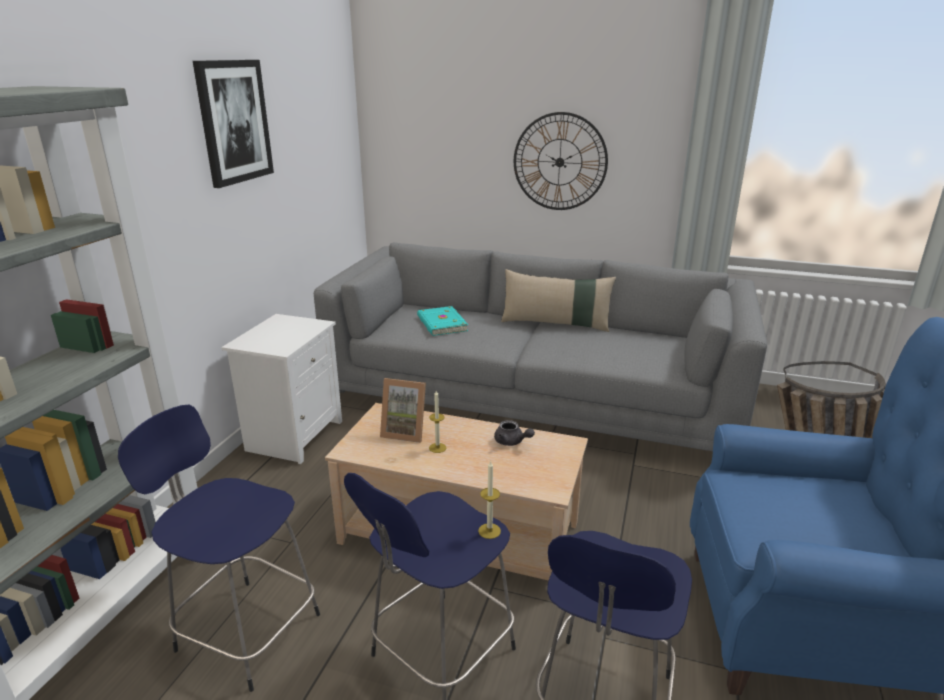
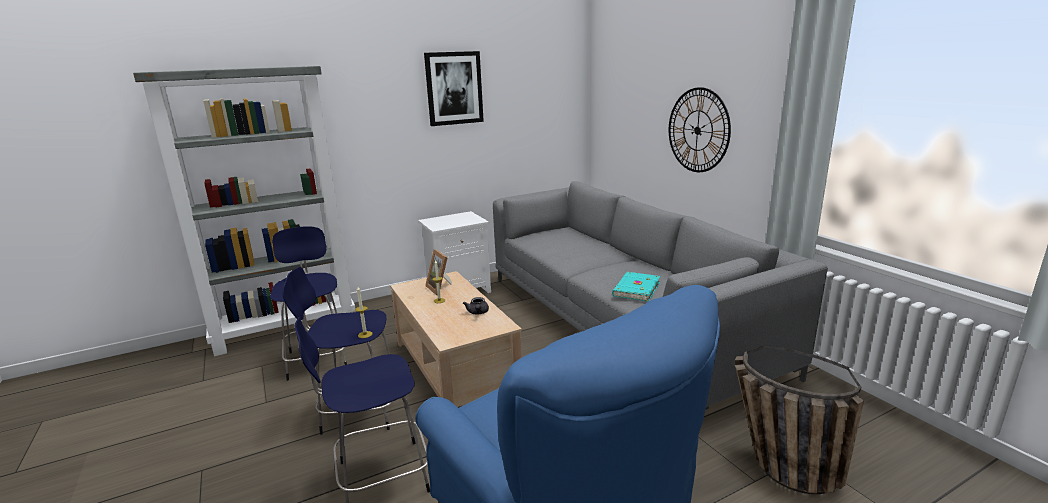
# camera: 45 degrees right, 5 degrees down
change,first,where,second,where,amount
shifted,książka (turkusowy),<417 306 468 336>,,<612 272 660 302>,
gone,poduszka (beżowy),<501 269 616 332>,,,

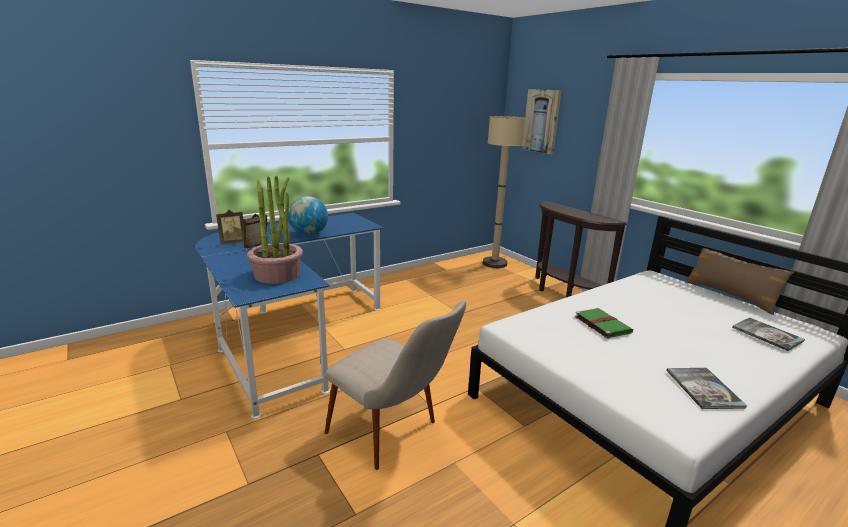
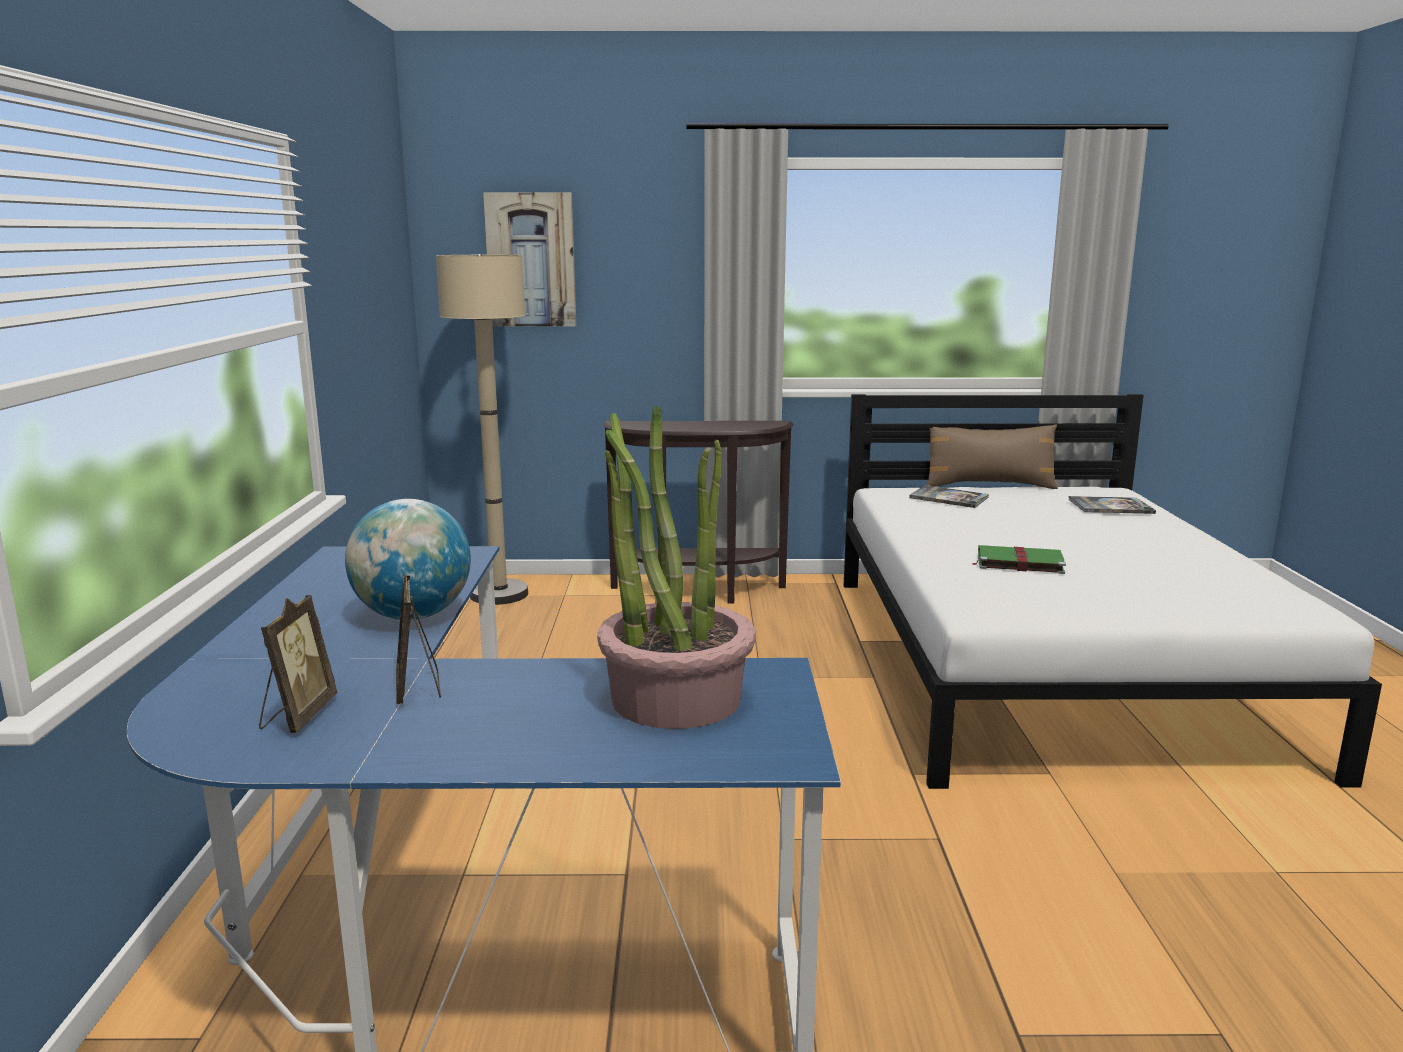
# camera: 55 degrees left, 5 degrees down
change,first,where,second,where,amount
gone,krzesło (beżowy),<325 300 466 470>,,,
shifted,książka,<666 368 747 409>,,<909 485 989 508>,

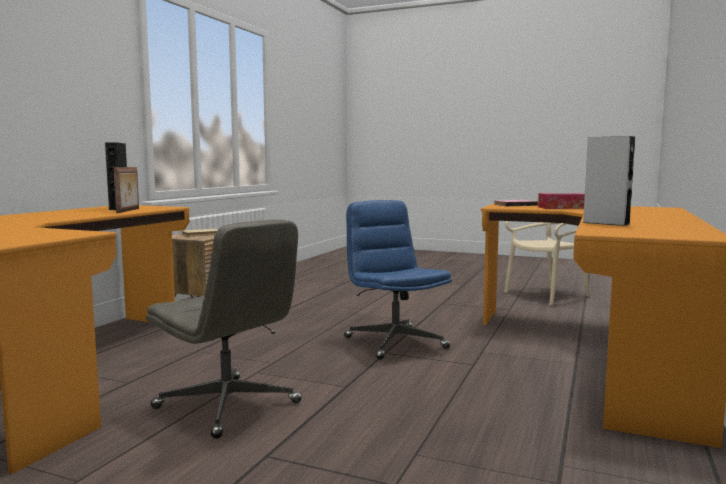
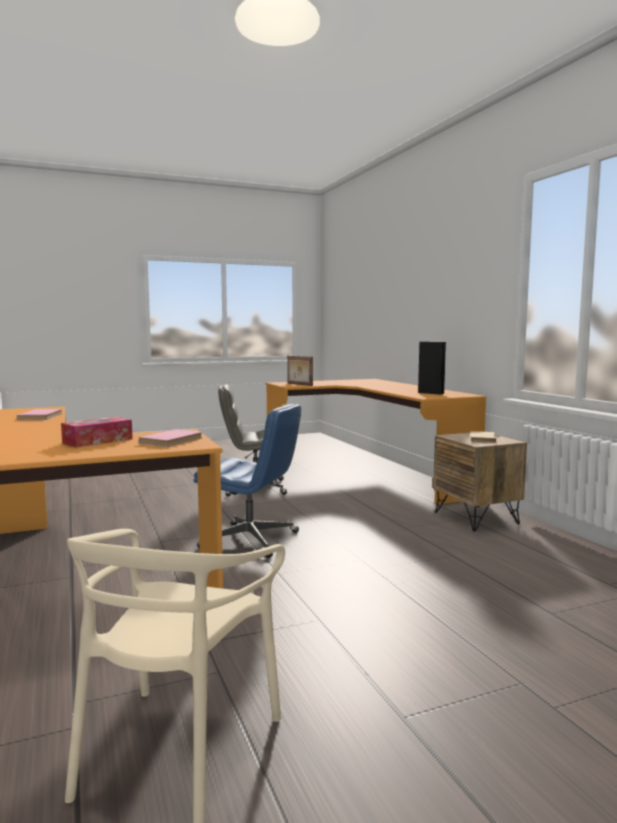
# camera: 135 degrees right, 0 degrees up
change,first,where,second,where,amount
shifted,ramka na zdjęcie,<114 167 139 213>,,<287 356 313 386>,
swapped,głośnik (szary),<583 136 635 226>,książka (różowy),<17 409 62 420>,

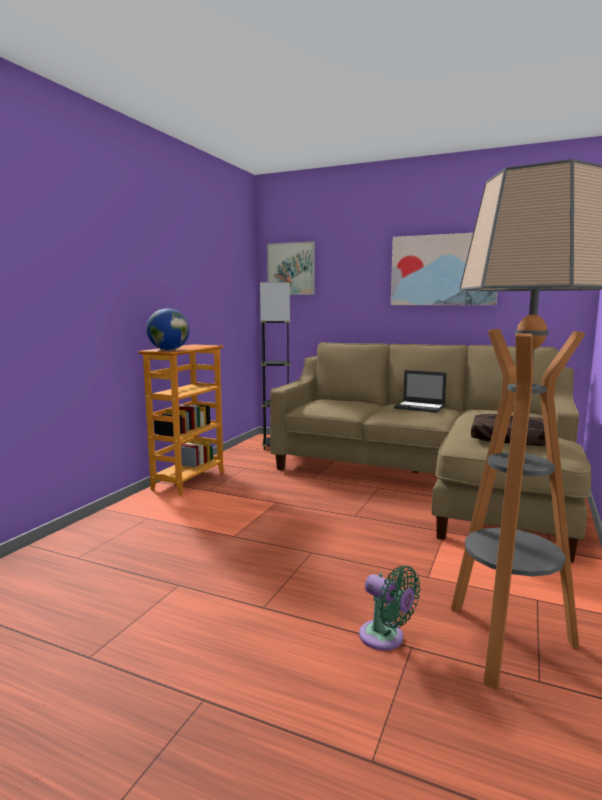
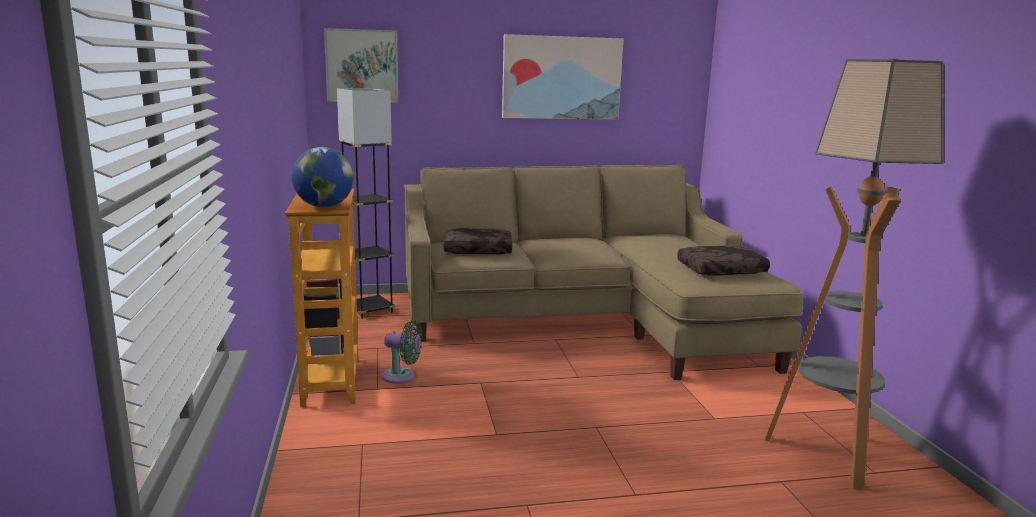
# camera: 35 degrees left, 5 degrees up
change,first,where,second,where,amount
shifted,wentylator (zielony),<359 566 420 651>,,<382 321 422 383>,
gone,laptop,<394 370 446 413>,,,
new,,,poduszka (brązowy),<444 228 512 255>,

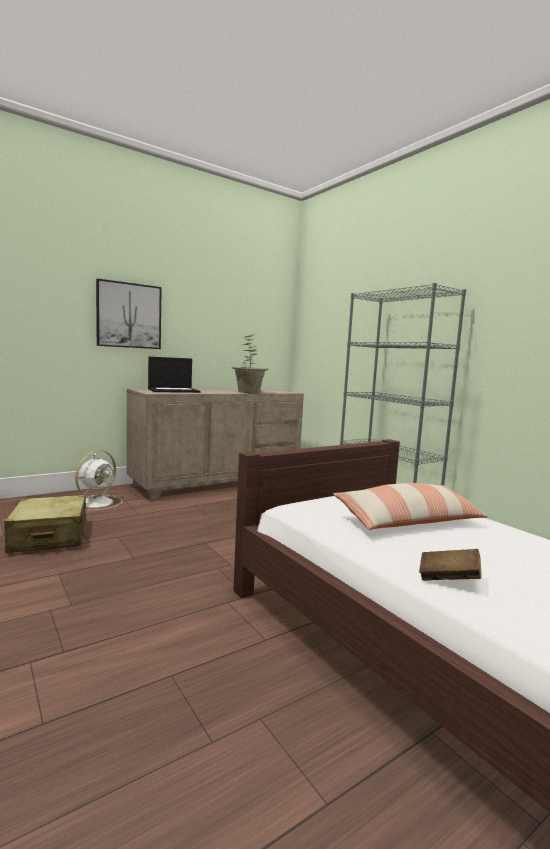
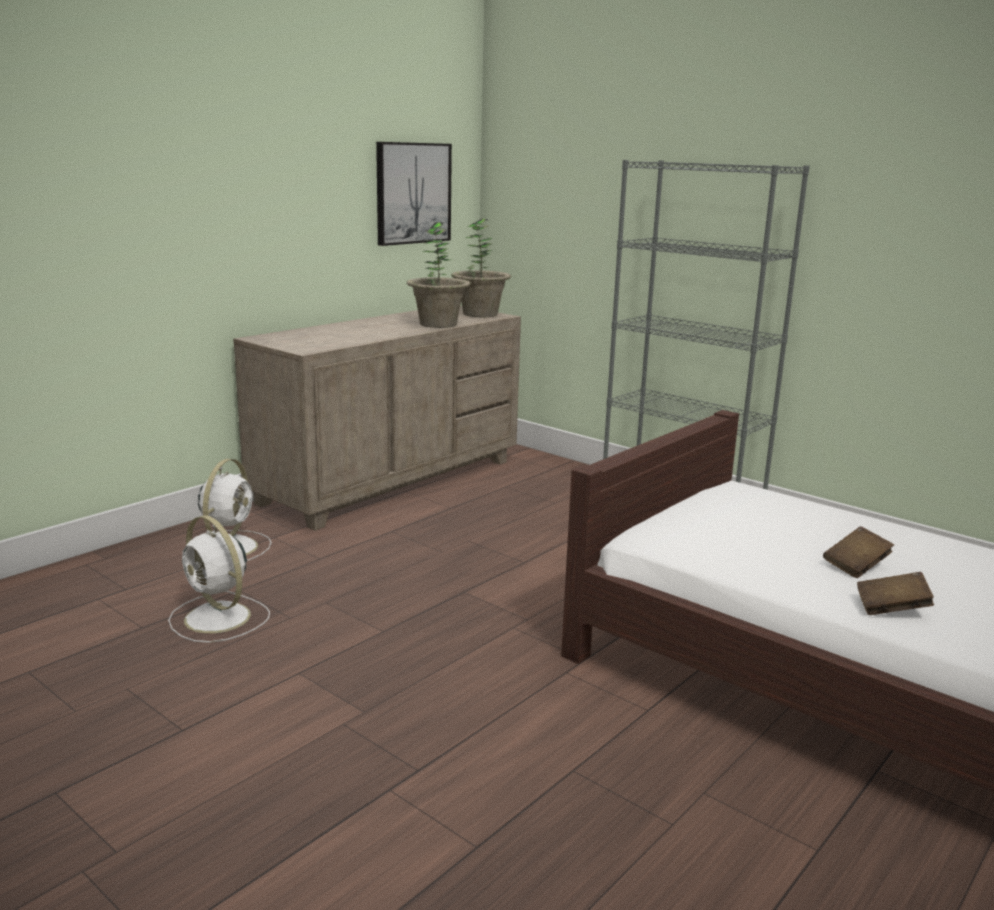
# camera: 15 degrees left, 10 degrees up
change,first,where,second,where,amount
swapped,walizka (beżowy),<4 495 86 553>,wentylator (biały),<168 515 270 643>,
shifted,obraz,<96 279 162 349>,,<376 142 452 246>,
gone,laptop,<148 357 201 393>,,,
gone,poduszka,<333 483 488 530>,,,
new,,,roślina doniczkowa,<451 219 511 317>,
new,,,książka (brązowy),<823 526 894 578>,

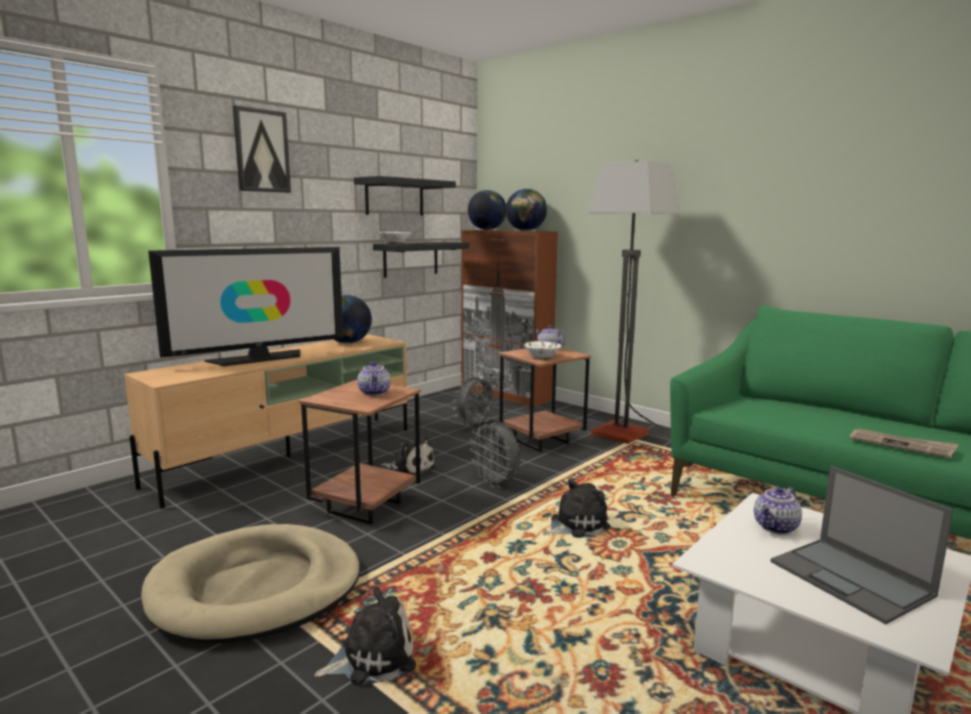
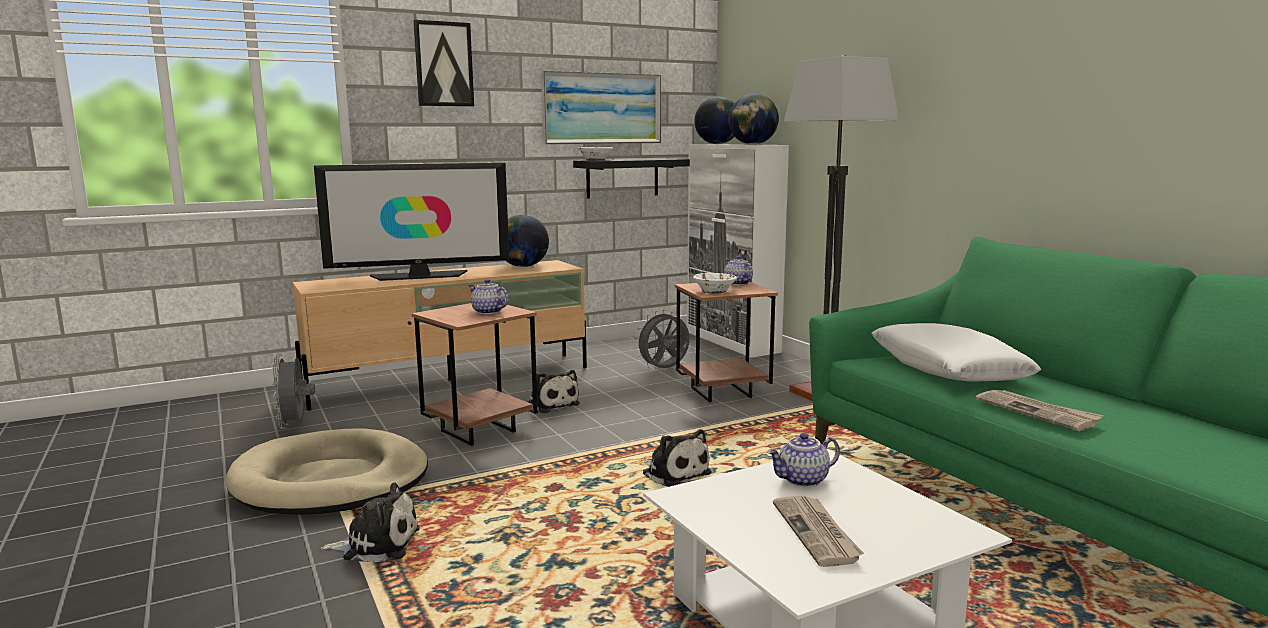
# camera: 20 degrees right, 0 degrees up
change,first,where,second,where,amount
swapped,półka (czarny),<354 176 456 216>,obraz,<541 71 661 144>,
rotated,imbryk,<357 362 391 396>,,<468 279 509 314>,120 degrees clockwise
repainted,szafka (brązowy),<461 230 558 407>,szafka (biały),<687 144 789 358>,
shifted,wentylator (szary),<470 420 520 487>,,<272 354 315 429>,
rotated,pluszak,<546 479 611 538>,,<642 429 712 487>,60 degrees clockwise
swapped,laptop,<770 466 954 624>,gazeta,<773 496 864 567>,
new,,,poduszka (biały),<871 323 1041 382>,

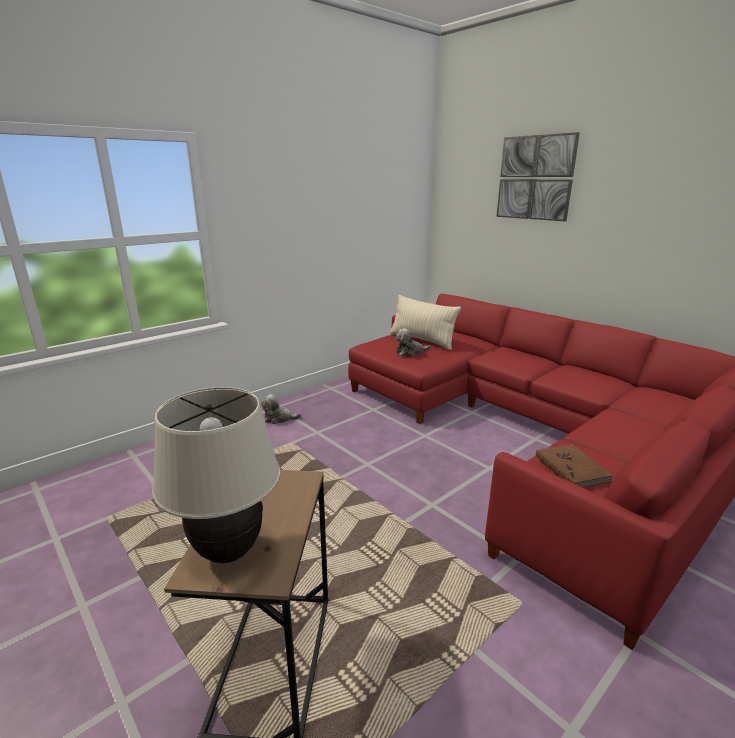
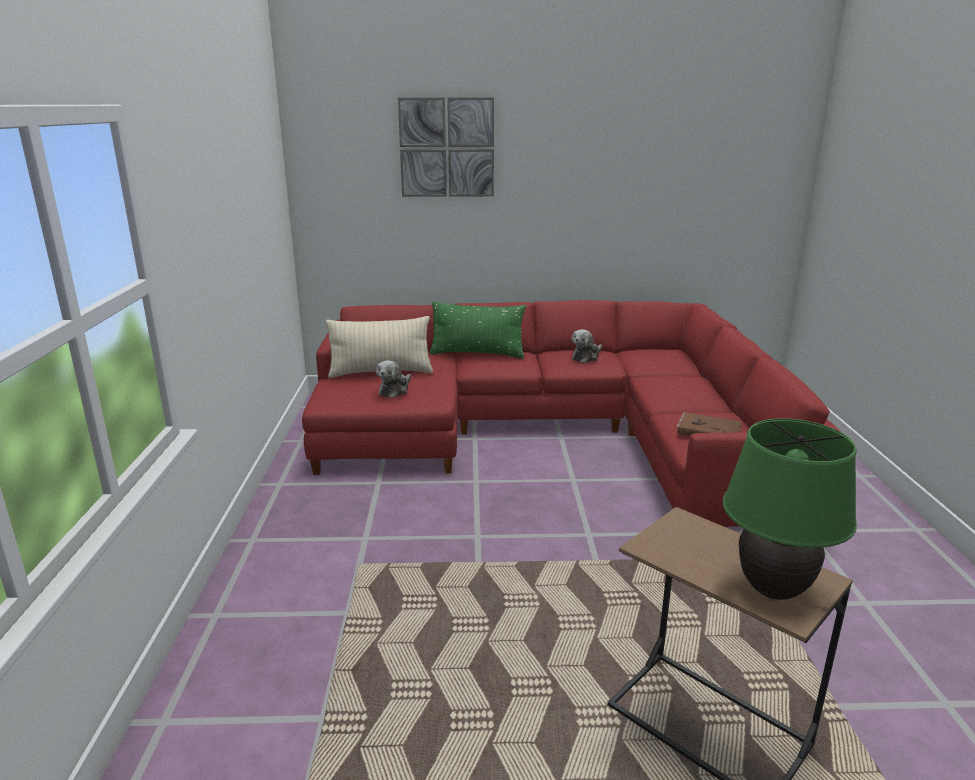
# camera: 50 degrees left, 0 degrees up
change,first,where,second,where,amount
repainted,lampa stołowa (beżowy),<152 387 280 563>,lampa stołowa (zielony),<723 418 857 600>,
shifted,pluszak,<261 394 301 424>,,<571 329 603 363>,
new,,,poduszka (zielony),<429 302 526 359>,

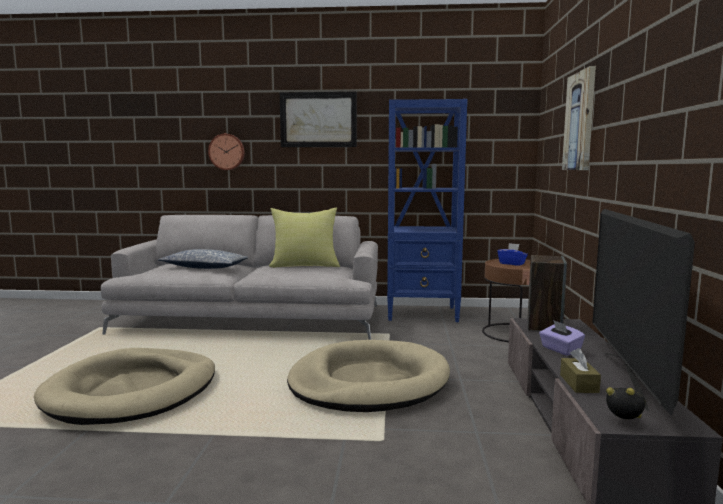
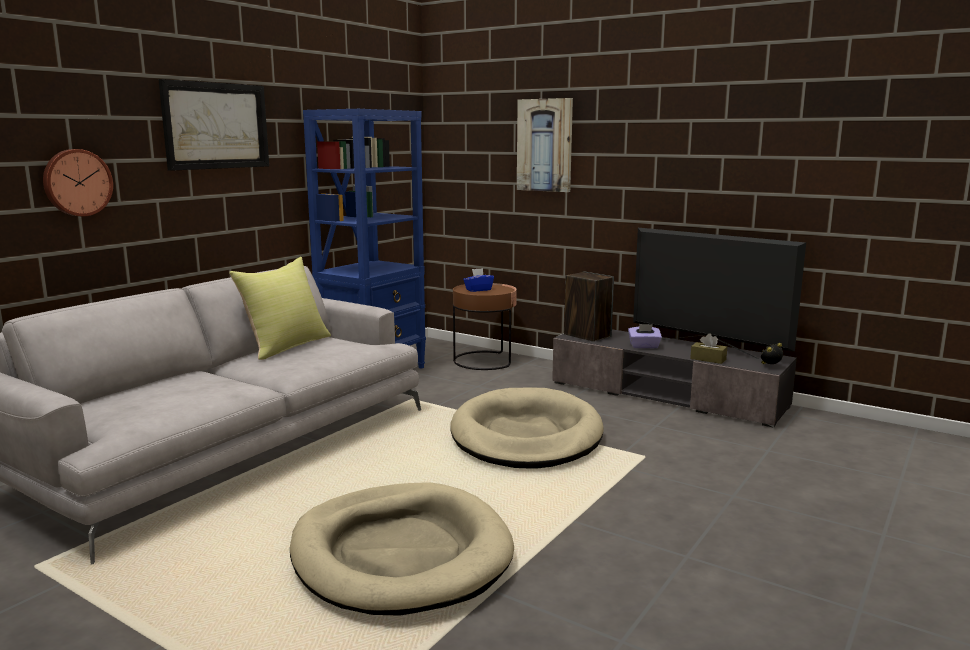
# camera: 60 degrees left, 5 degrees up
change,first,where,second,where,amount
gone,poduszka,<158 249 249 269>,,,

